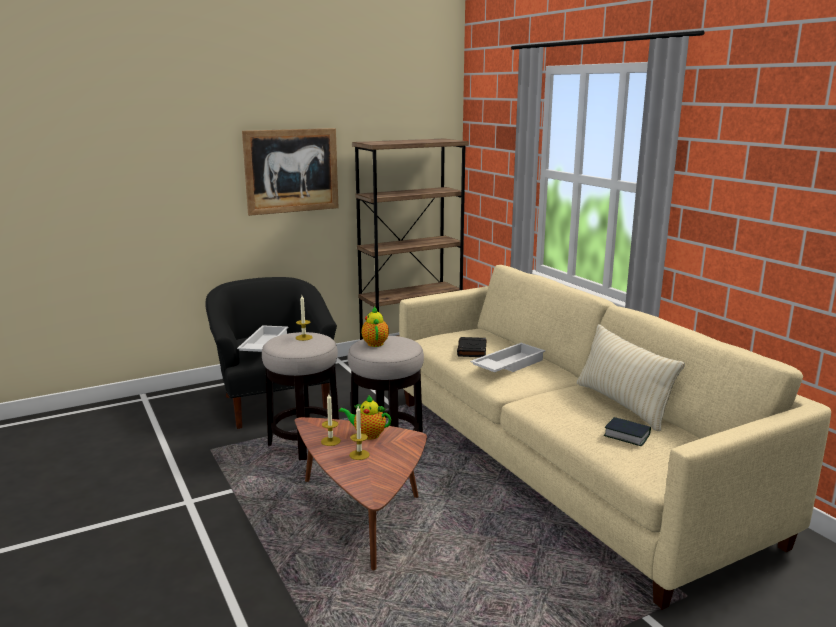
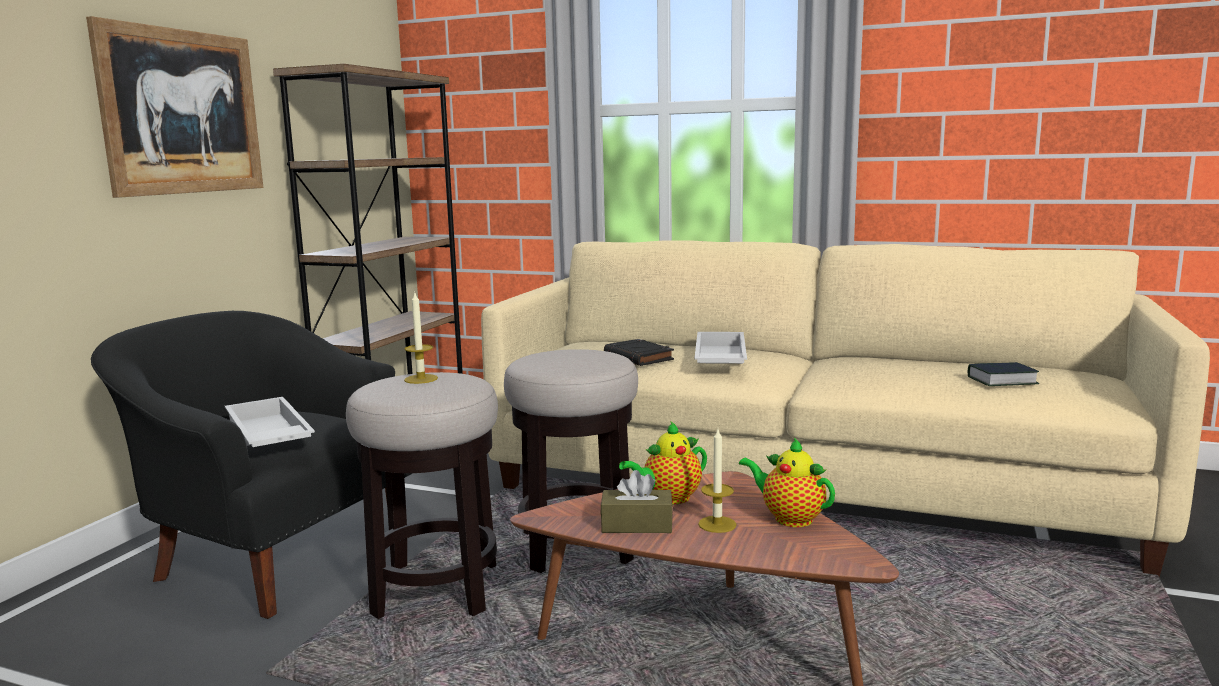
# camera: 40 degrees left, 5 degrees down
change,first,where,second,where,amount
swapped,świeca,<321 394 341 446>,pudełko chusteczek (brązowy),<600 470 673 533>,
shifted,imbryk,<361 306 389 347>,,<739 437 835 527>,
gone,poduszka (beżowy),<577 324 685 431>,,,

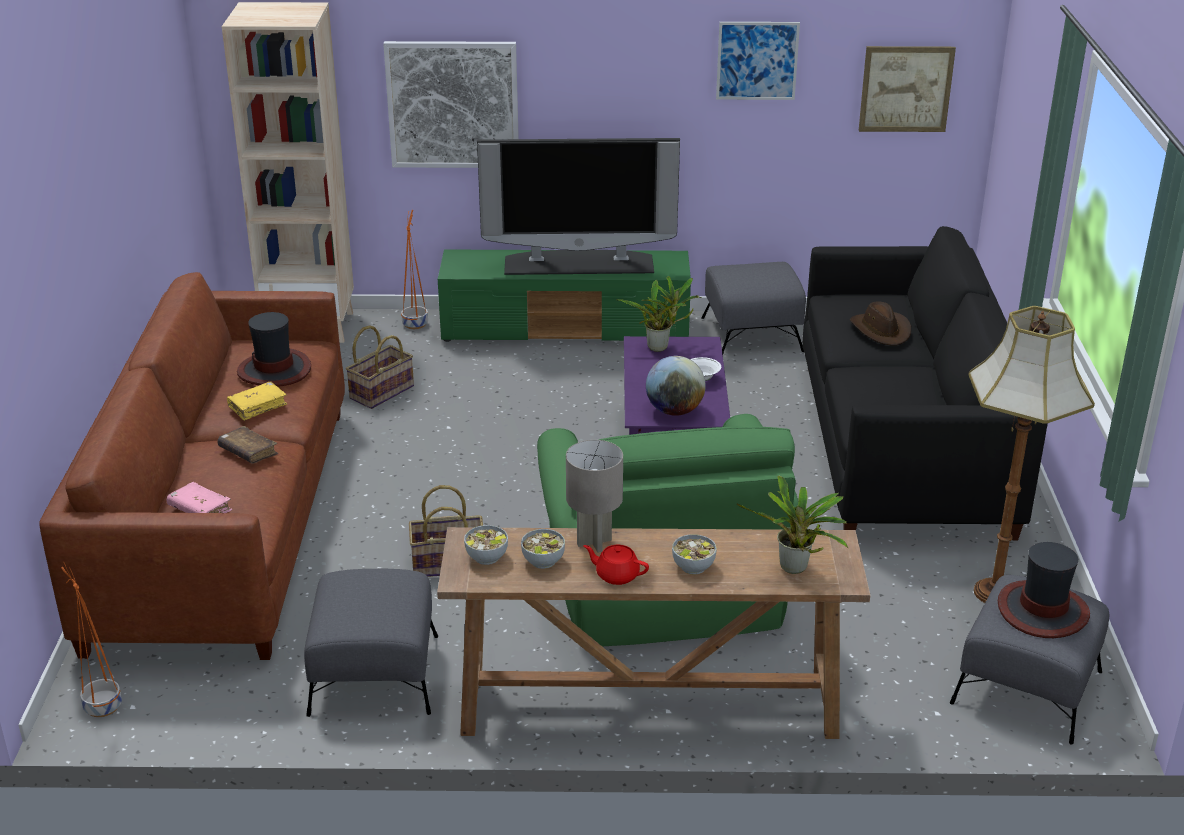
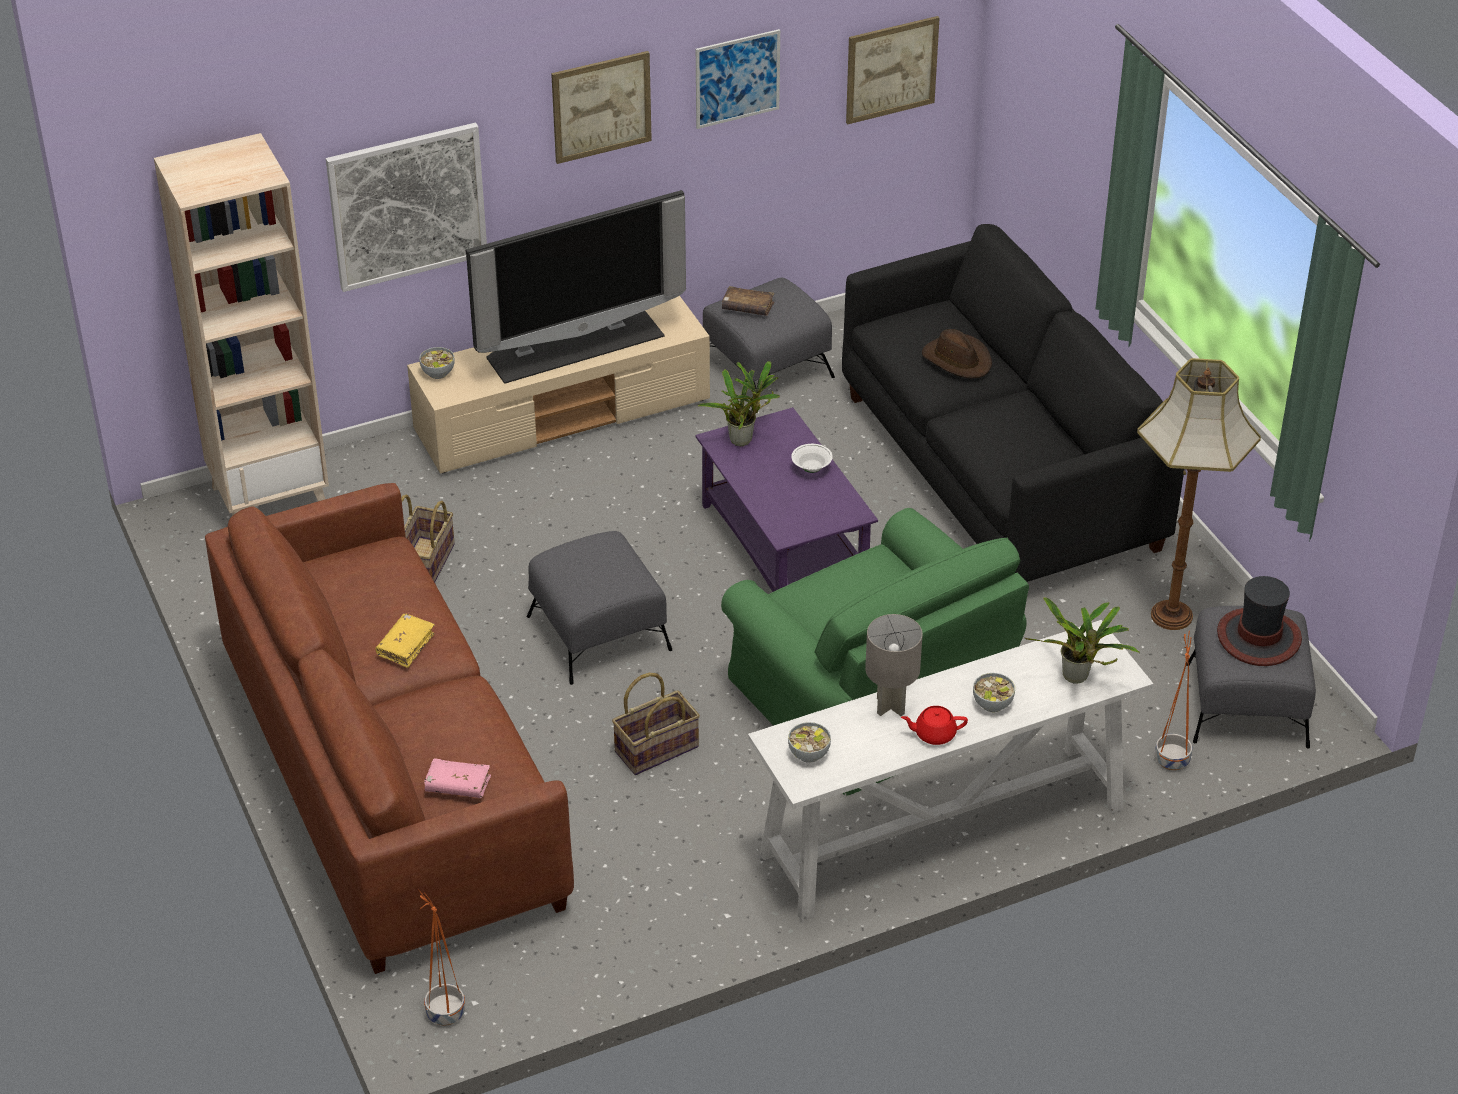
# camera: 25 degrees left, 10 degrees up
change,first,where,second,where,amount
shifted,książka (brązowy),<218 426 278 464>,,<722 286 774 316>,
gone,kapelusz,<237 312 311 387>,,,
shifted,pufa (szary),<304 569 438 717>,,<527 531 672 685>,
shifted,donica (pomarańczowy),<401 210 428 329>,,<1155 631 1192 770>,
repainted,stolik konsolowy (brązowy),<437 527 870 739>,stolik konsolowy (biały),<748 620 1153 921>,
repainted,szafka pod telewizor (zielony),<438 249 691 342>,szafka pod telewizor (beżowy),<407 296 710 474>,
shifted,miska,<521 529 565 569>,,<419 347 455 379>,
gone,globus,<646 356 706 416>,,,
new,,,obraz,<551 51 652 164>,

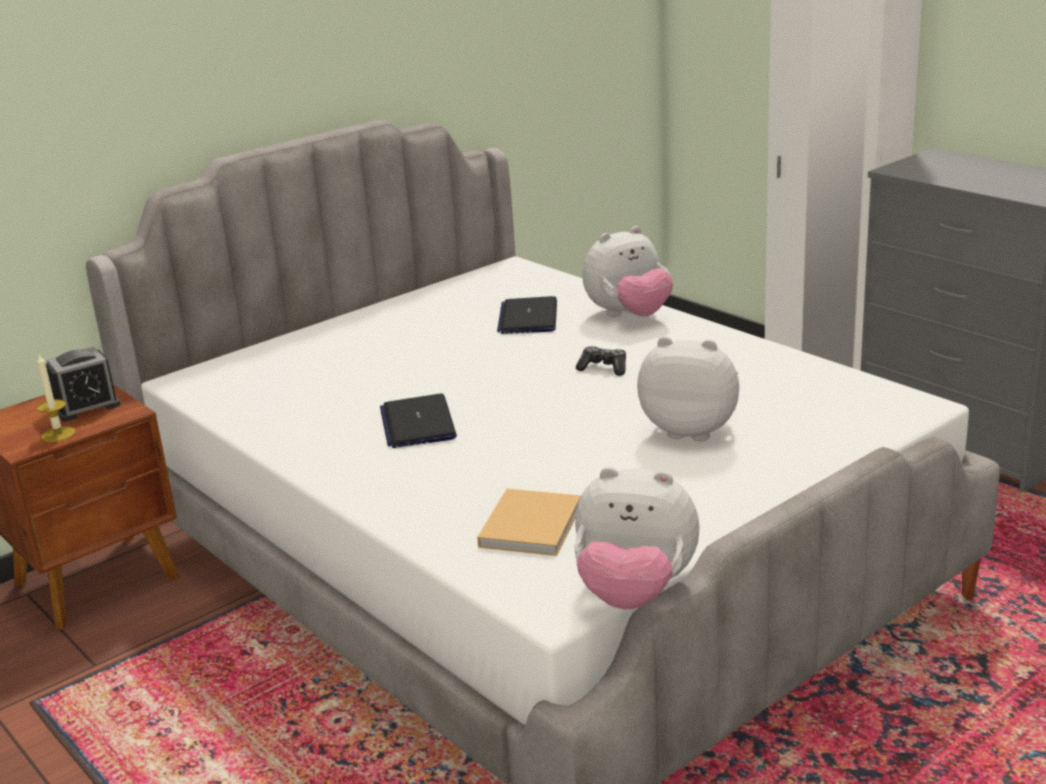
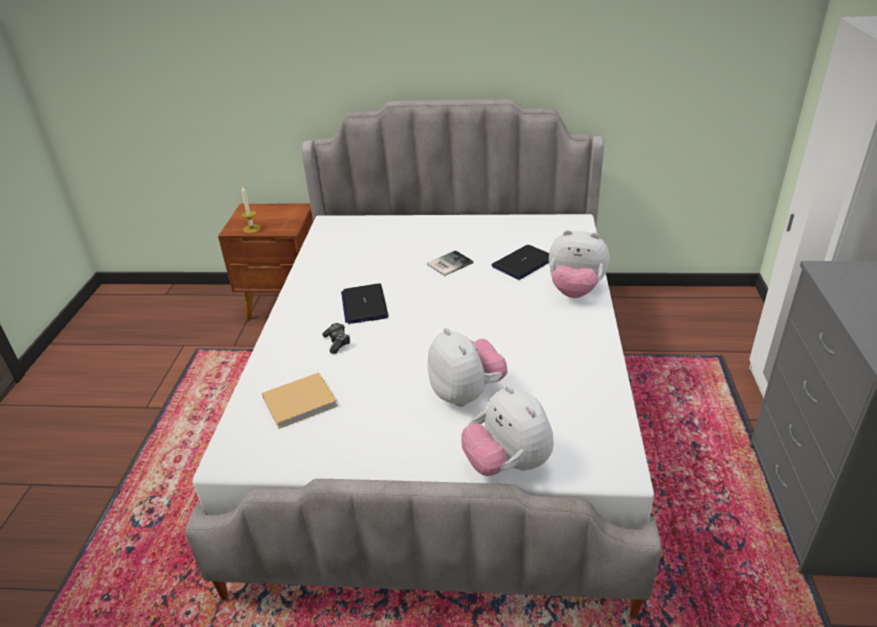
# camera: 45 degrees right, 10 degrees up
change,first,where,second,where,amount
gone,budzik,<46 347 121 422>,,,
rotated,laptop,<380 394 457 448>,,<341 283 389 324>,45 degrees counterclockwise
shifted,pluszak,<574 467 699 609>,,<461 385 554 476>,
shifted,pad do gier,<576 346 626 376>,,<322 323 350 354>,
new,,,książka,<427 250 473 276>,

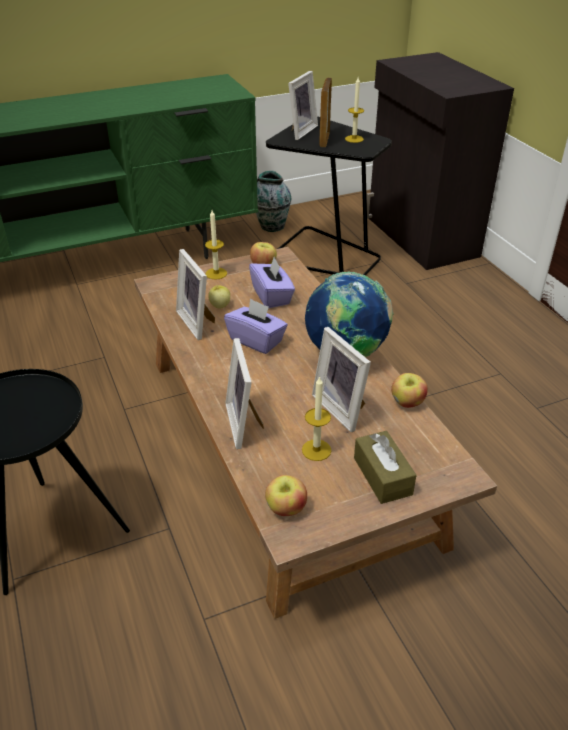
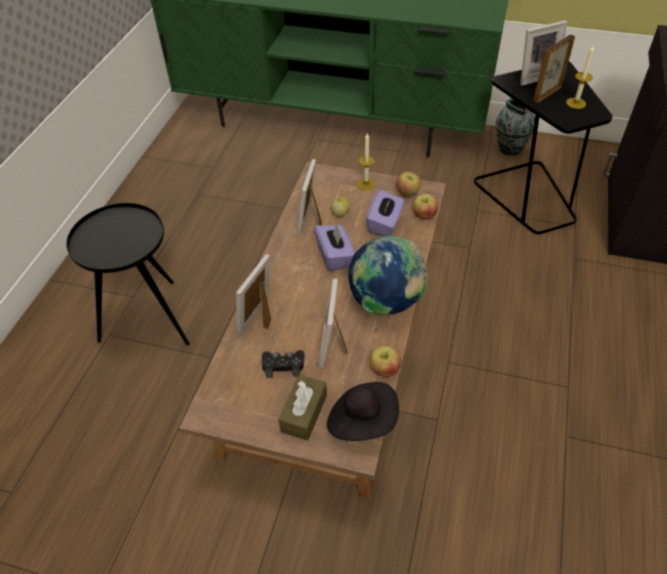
# camera: 40 degrees right, 10 degrees up
change,first,where,second,where,amount
shifted,jabłko,<265 475 307 516>,,<413 194 438 220>,
swapped,świeca,<302 376 331 461>,pad do gier (czarny),<262 350 304 378>,
new,,,kapelusz (czarny),<327 382 399 441>,

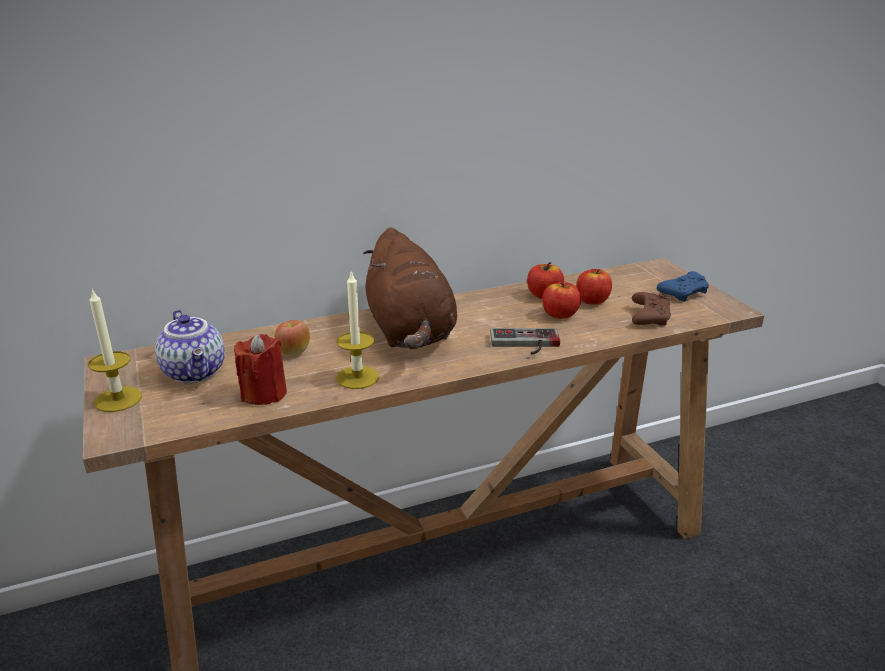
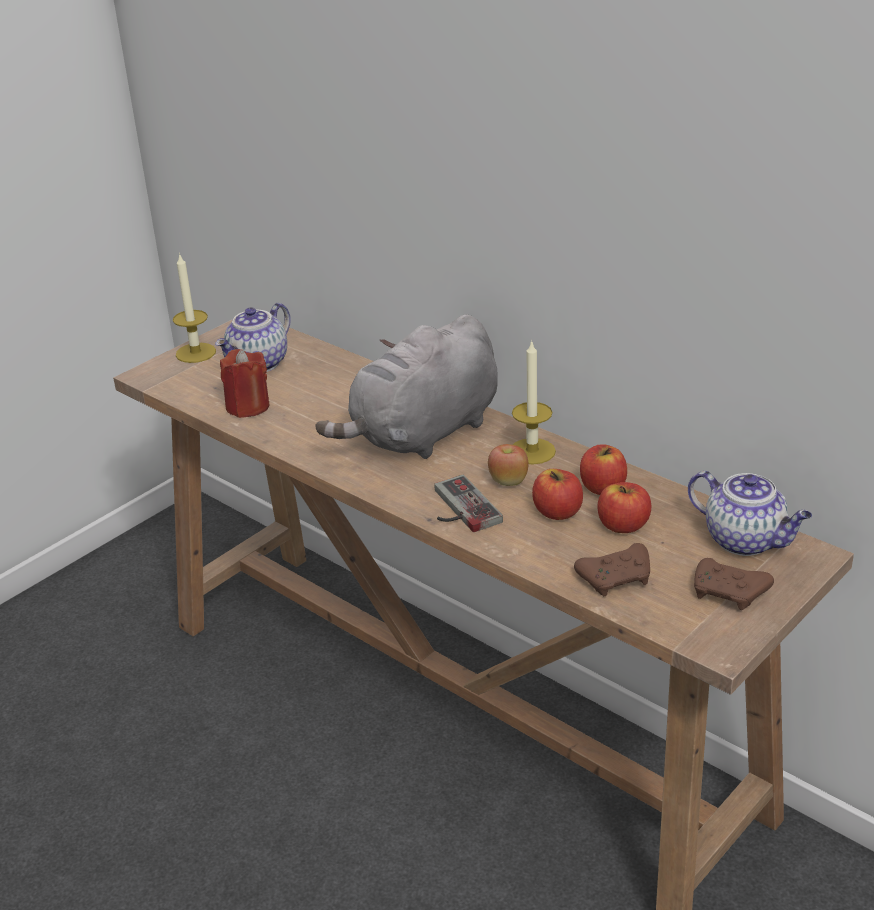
# camera: 65 degrees right, 5 degrees up
change,first,where,second,where,amount
shifted,jabłko,<274 320 310 356>,,<488 444 528 486>,
shifted,świeca,<336 271 379 389>,,<512 340 556 464>,
repainted,pluszak (brązowy),<363 228 457 349>,pluszak (szary),<316 314 498 459>,
repainted,pad do gier (niebieski),<657 271 709 302>,pad do gier (brązowy),<694 558 774 610>,
new,,,imbryk,<688 471 812 556>,

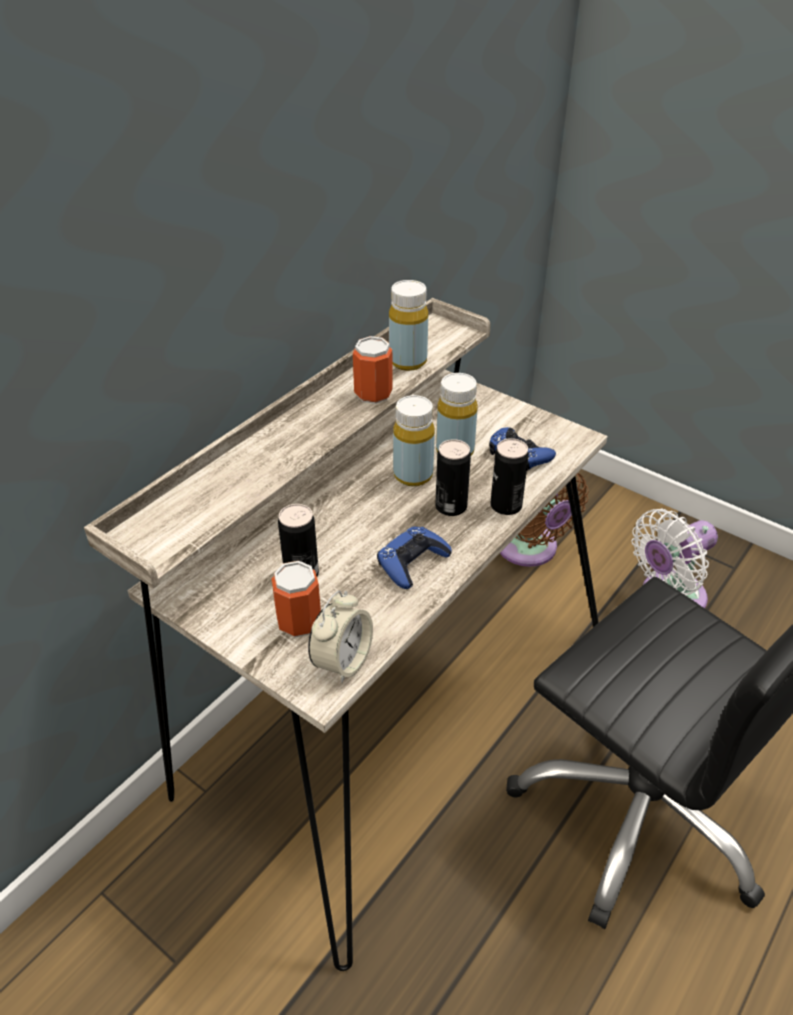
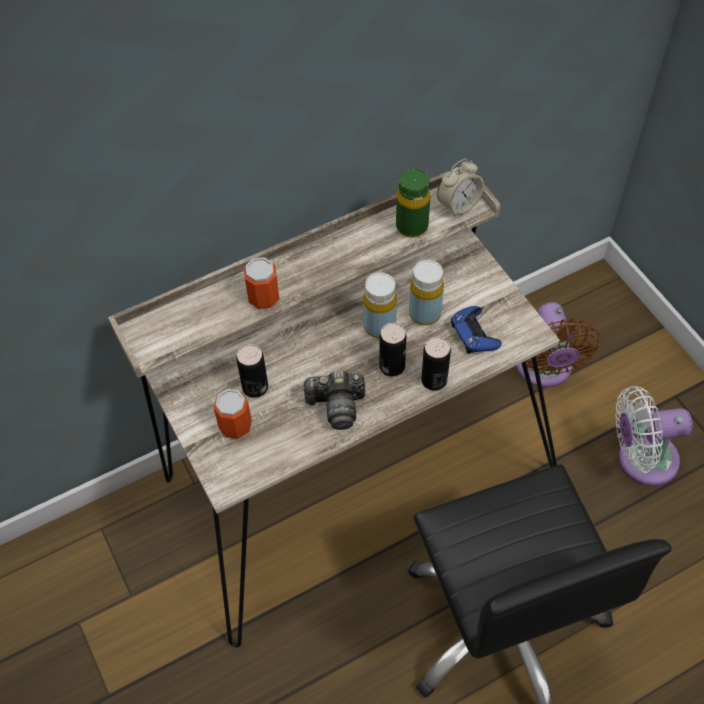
# camera: 25 degrees right, 15 degrees up
change,first,where,second,where,amount
shifted,budzik,<308 590 373 683>,,<437 159 484 217>,
shifted,puszka,<353 336 393 404>,,<244 257 279 309>,
swapped,pad do gier (niebieski),<377 527 452 589>,aparat fotograficzny,<302 371 365 430>,
repainted,butelka (żółty),<389 280 428 371>,butelka (zielony),<396 168 430 238>,

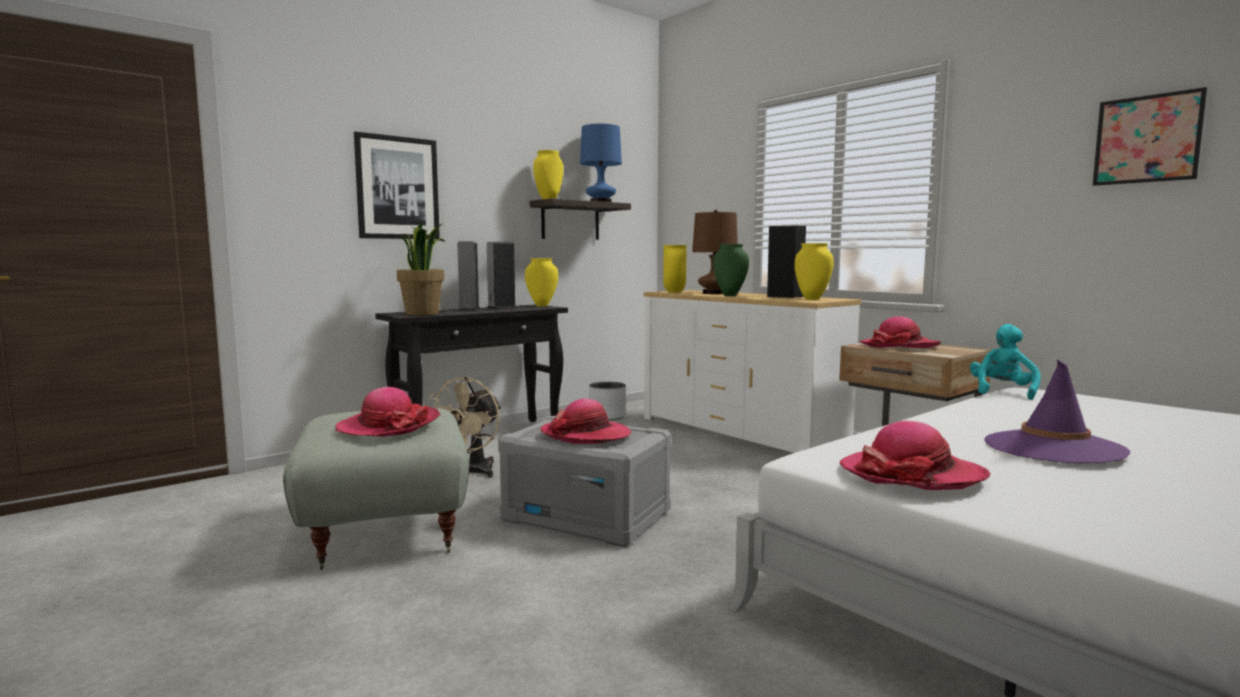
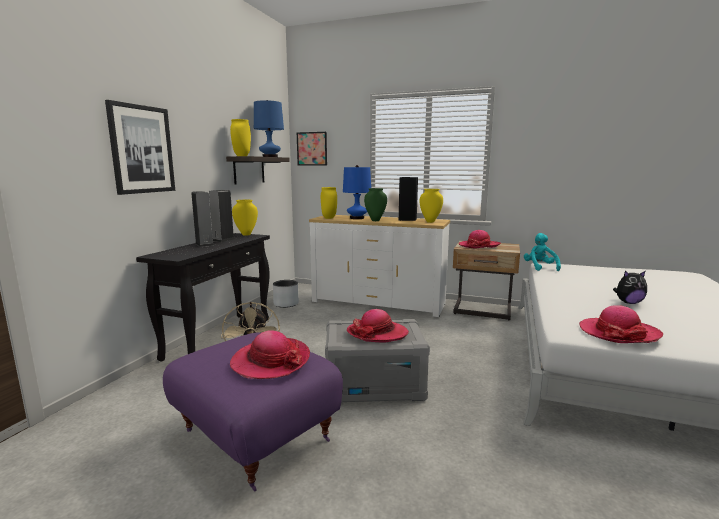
# camera: 30 degrees left, 5 degrees up
change,first,where,second,where,amount
repainted,pufa (szary),<283 408 469 570>,pufa (fioletowy),<163 332 343 492>,
gone,roślina doniczkowa,<397 221 445 315>,,,
repainted,lampa stołowa (brązowy),<692 210 738 294>,lampa stołowa (niebieski),<343 165 371 219>,
swapped,kapelusz (fioletowy),<984 360 1130 463>,pluszak,<613 271 647 304>,
shifted,obraz,<1093 87 1207 186>,,<297 132 327 165>,

